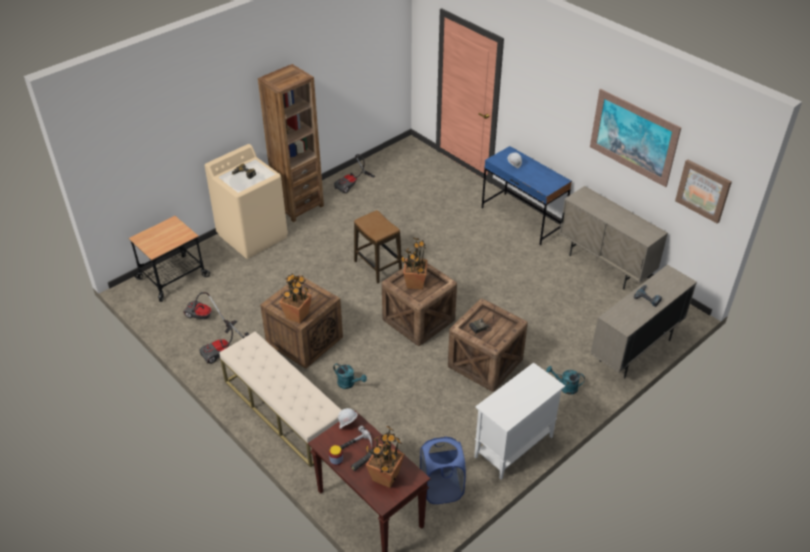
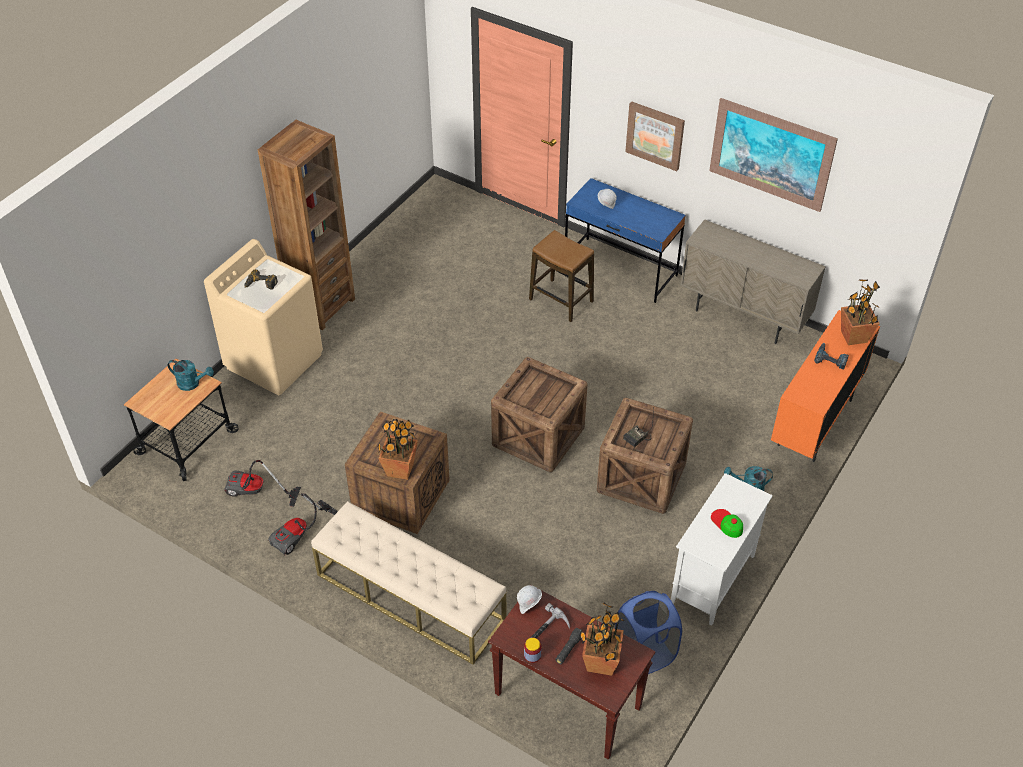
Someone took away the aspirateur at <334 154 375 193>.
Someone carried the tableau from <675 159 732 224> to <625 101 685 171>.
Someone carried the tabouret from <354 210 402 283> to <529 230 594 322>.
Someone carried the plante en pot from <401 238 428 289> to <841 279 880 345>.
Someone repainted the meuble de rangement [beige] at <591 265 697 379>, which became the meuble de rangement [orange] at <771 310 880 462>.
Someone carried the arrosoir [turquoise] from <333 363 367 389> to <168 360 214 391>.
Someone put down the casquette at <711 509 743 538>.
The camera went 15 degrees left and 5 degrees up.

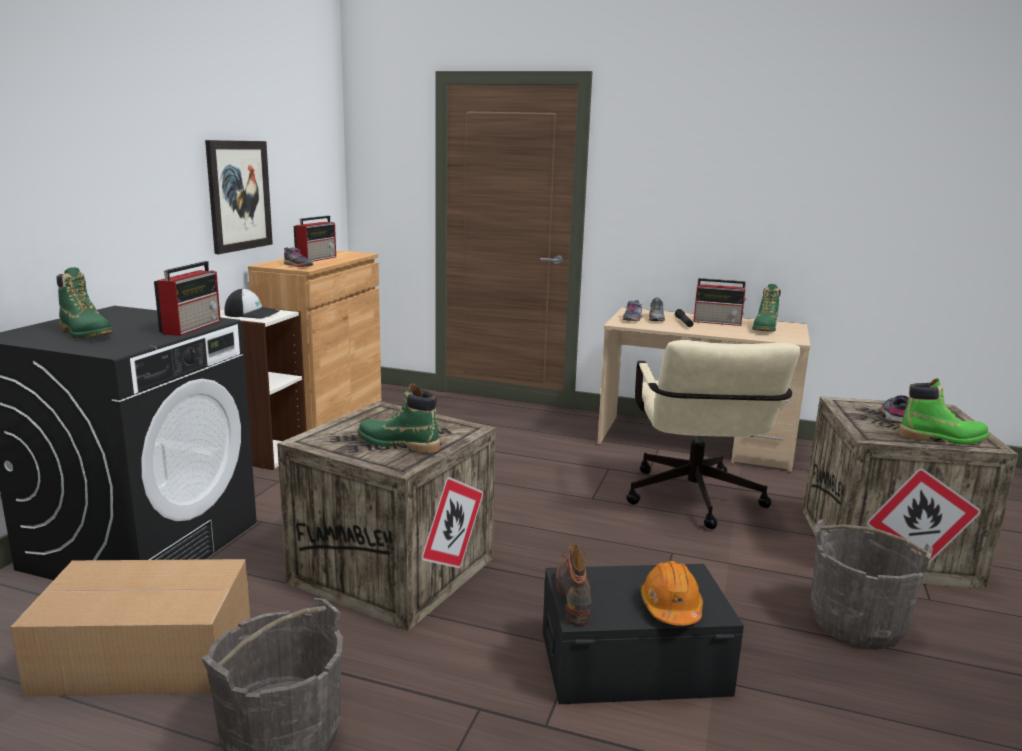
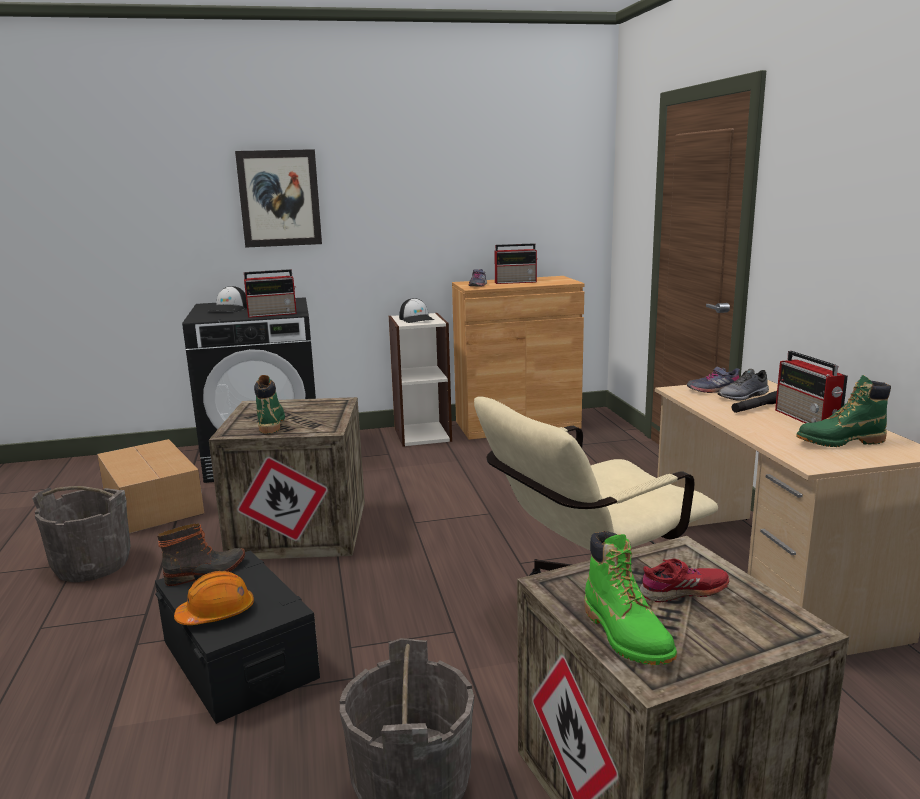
Someone carried the tableau from <205 140 273 254> to <235 149 322 248>.
Someone swapped the botte [vert] at <56 267 113 339> for the casquette at <208 286 247 312>.
Someone repainted the chaussure [gris] at <881 395 909 423>, which became the chaussure [rouge] at <640 559 729 602>.
The camera went 60 degrees right and 0 degrees up.

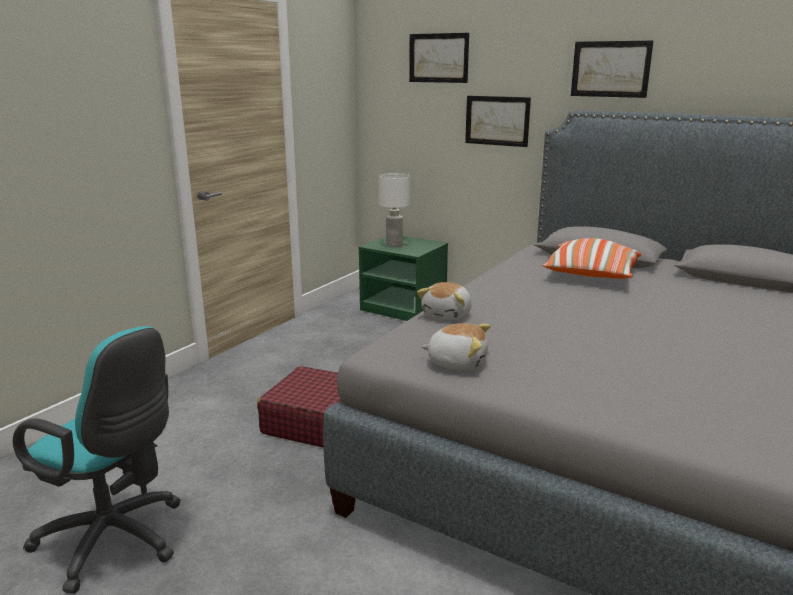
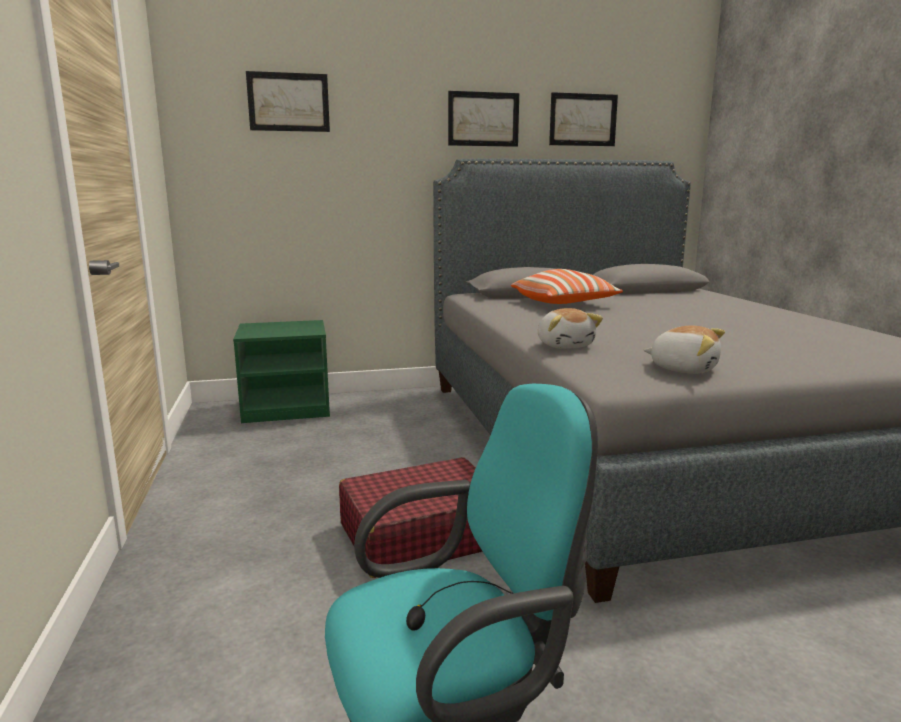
Someone carried the tableau from <465 96 531 147> to <549 92 618 146>.
Someone took away the lampe de table [blanc] at <379 173 410 247>.
Someone rotated the peluche at <421 323 491 371> by 60 degrees clockwise.
The camera went 45 degrees left and 5 degrees down.

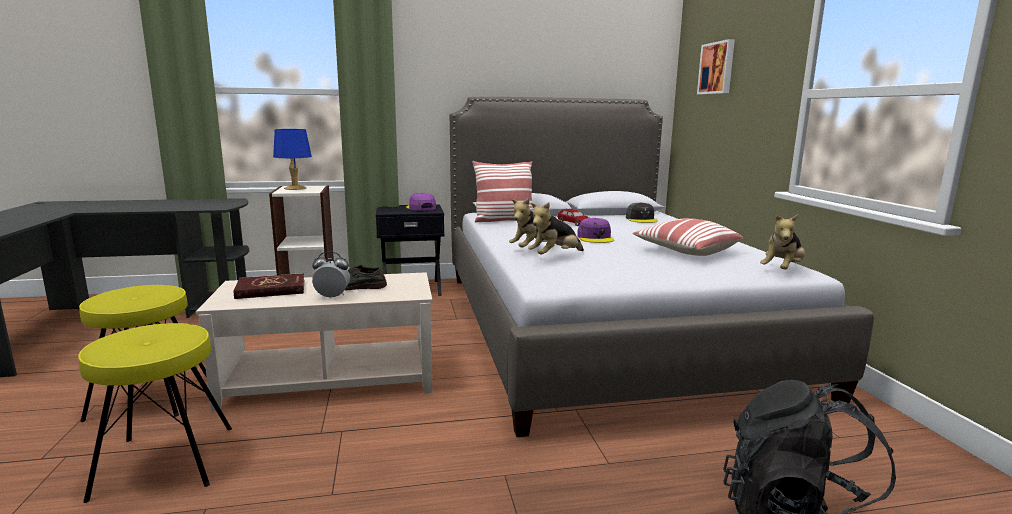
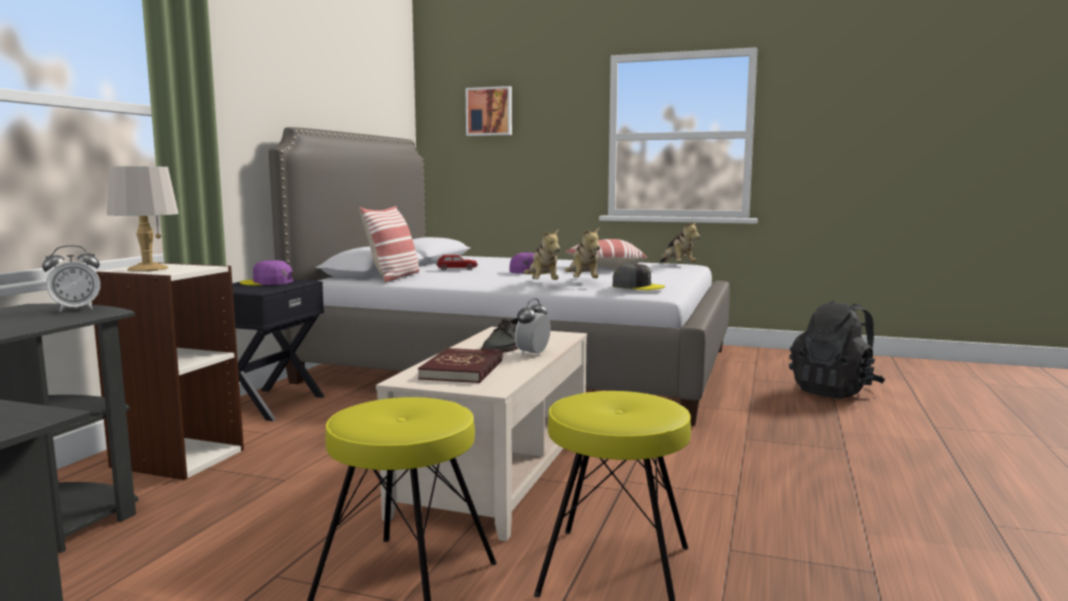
Someone repainted the lampe de table [bleu] at <273 129 312 190>, which became the lampe de table [gris] at <107 166 179 272>.
Someone carried the casquette [gris] from <626 202 658 223> to <612 263 665 290>.
Someone put down the réveil at <42 245 100 312>.
The camera went 60 degrees left and 5 degrees down.

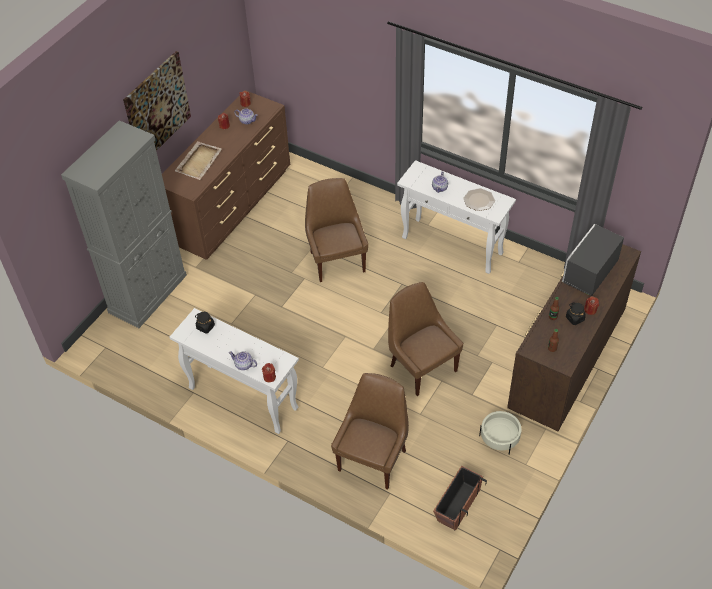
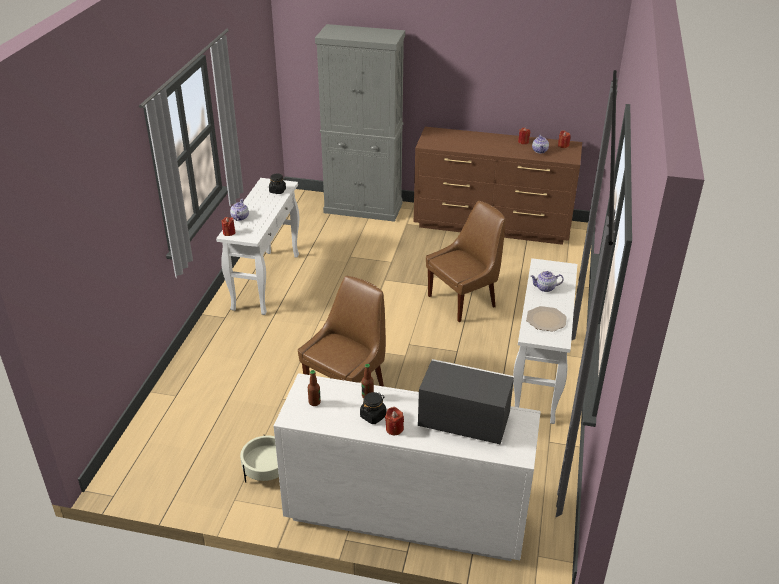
Someone took away the tableau at <123 51 191 151>.
Someone took away the plateau [beige] at <175 141 222 180>.
Someone repainted the commode [marron] at <507 244 641 431>, which became the commode [blanc] at <274 373 541 561>.
Someone took away the chaise [marron] at <331 373 409 490>.
Someone took away the cache-pot at <433 466 487 531>.
The camera went 70 degrees right and 15 degrees down.

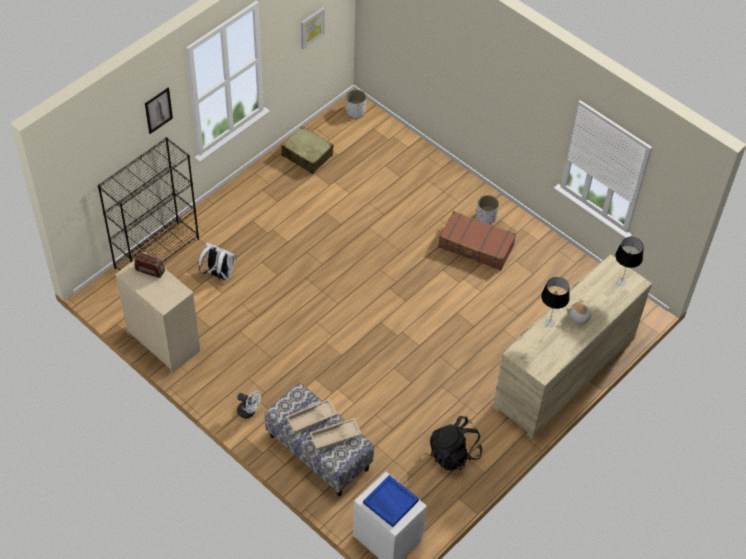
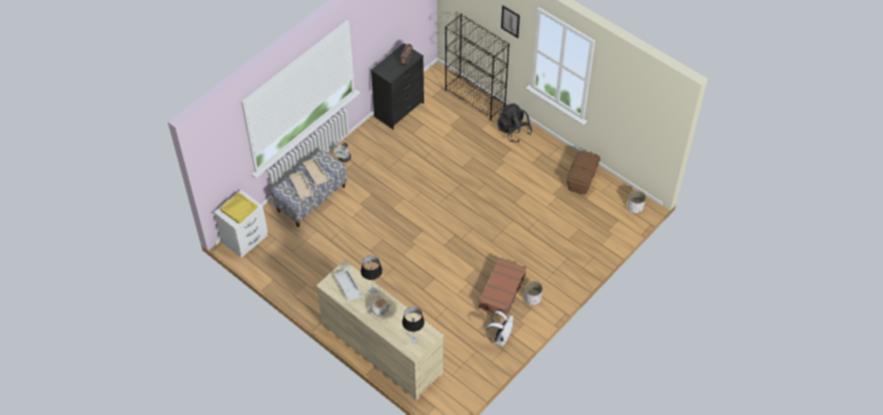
Someone took away the tableau at <301 7 325 49>.
Someone swapped the valise [beige] at <281 126 333 174> for the boîte de rangement [marron] at <566 151 600 194>.
Someone carried the sac à dos [blanc] from <199 243 237 281> to <485 311 513 346>.
Someone repainted the commode [beige] at <115 252 200 373>, which became the commode [noir] at <371 43 424 129>.
Someone carried the sac à dos [noir] from <430 416 482 471> to <497 103 532 142>.
Someone repainted the plateau [bleu] at <363 475 419 527>, which became the plateau [jaune] at <220 192 258 224>.
Someone put down the plateau [blanc] at <334 269 363 302>.
The camera went 90 degrees right and 0 degrees up.

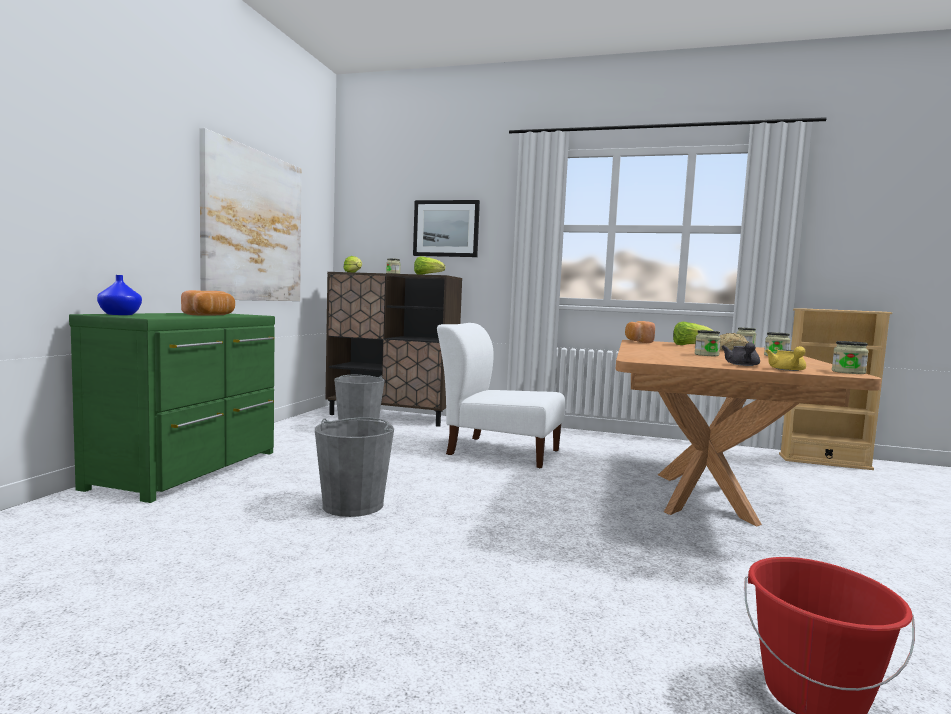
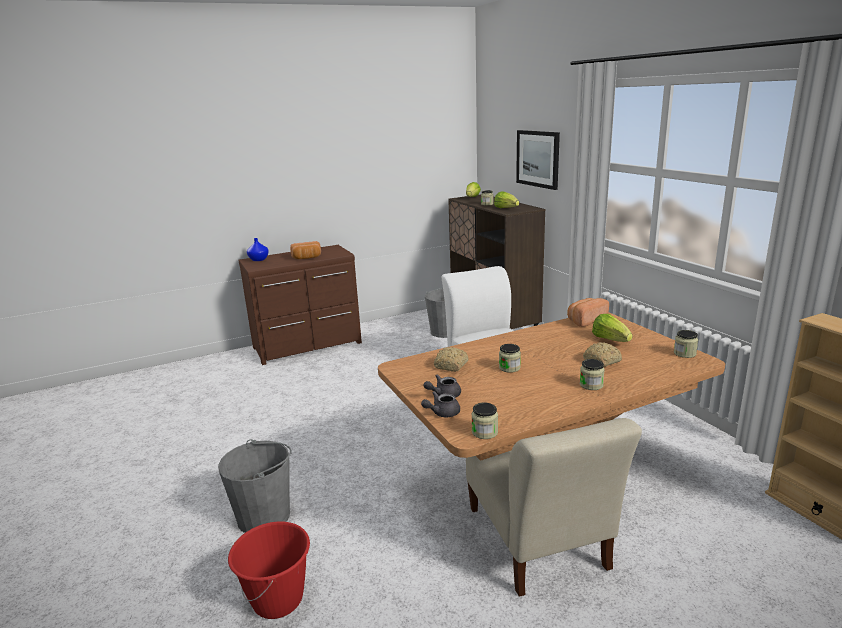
Someone took away the tableau at <199 128 302 301>.
Someone repainted the commode [vert] at <69 313 275 503>, which became the commode [marron] at <238 245 362 365>.
Someone repainted the théière [jaune] at <765 346 806 371>, which became the théière [gris] at <421 391 460 417>.
Someone carried the seau [gris] from <315 417 394 517> to <218 439 292 533>.
Someone put down the pain at <434 347 469 372>.
Someone put down the chaise [beige] at <466 418 642 597>.
The camera went 50 degrees right and 15 degrees up.

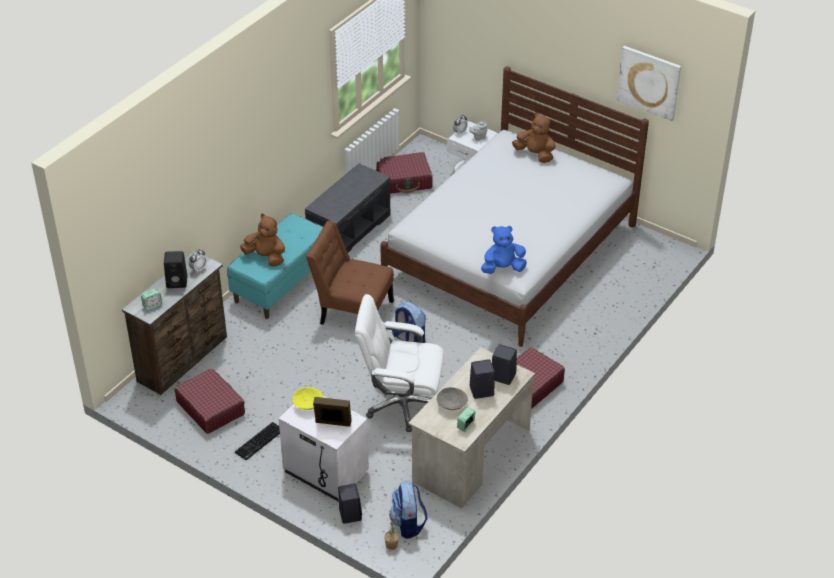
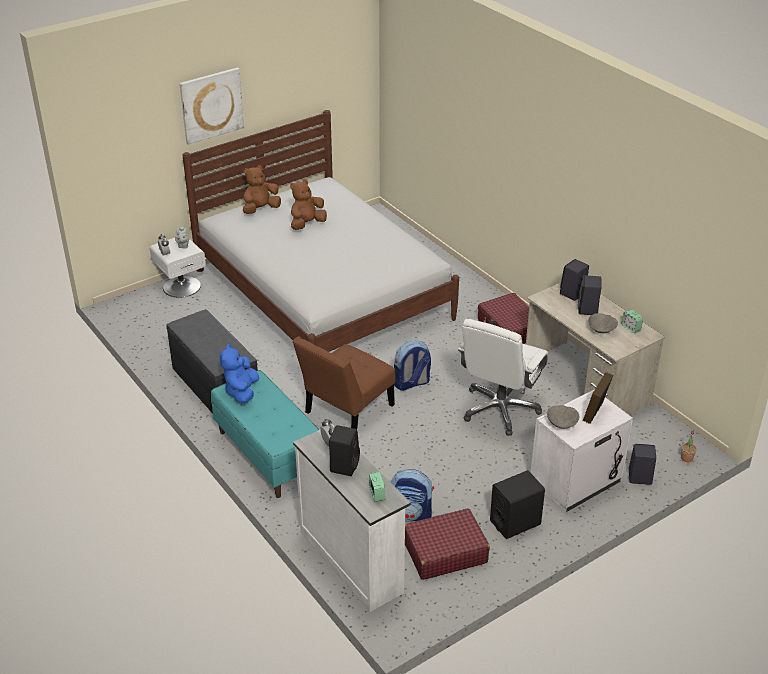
Someone carried the tableau from <617 46 681 121> to <179 68 244 145>.
Someone took away the valise [rouge] at <376 152 432 194>.
Someone carried the peluche [marron] from <240 214 285 266> to <290 179 327 230>.
Someone carried the peluche [bleu] from <481 226 527 274> to <219 344 259 404>.
Someone repainted the commode [marron] at <122 251 227 395>, which became the commode [blanc] at <293 430 411 612>.
Someone repainted the bol [jaune] at <292 387 323 410>, which became the bol [gris] at <547 405 580 429>.
Someone swapped the clavier at <235 422 280 460> for the enceinte [noir] at <490 470 545 539>.
Someone carried the sac à dos from <389 480 428 539> to <391 469 434 521>.
The camera went 70 degrees left and 5 degrees down.

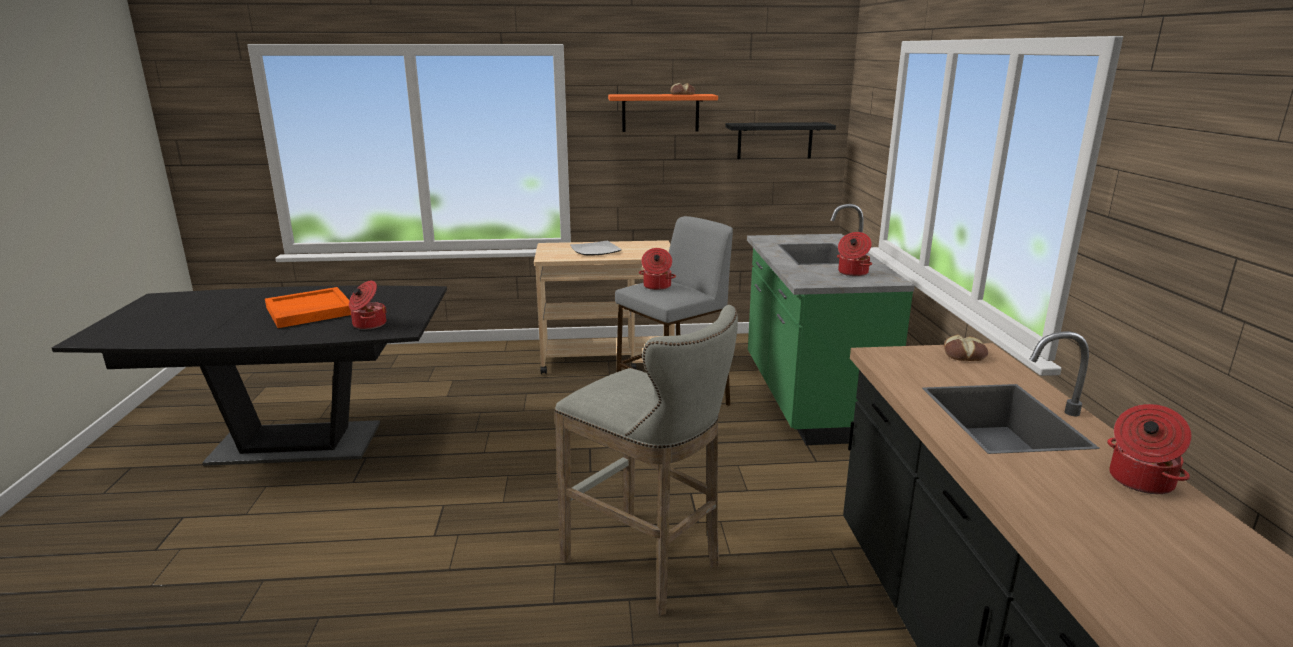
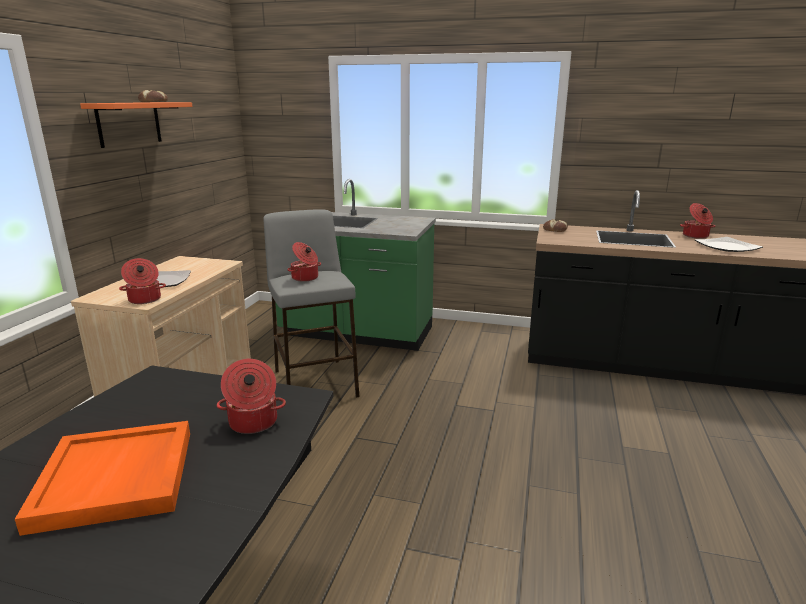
Someone took away the étagère [noir] at <726 122 836 159>.
Someone carried the marmite from <837 232 872 276> to <119 258 166 304>.
Someone took away the tabouret [gris] at <555 305 738 616>.
Someone put down the assiette at <695 237 763 252>.
The camera went 70 degrees left and 0 degrees up.

